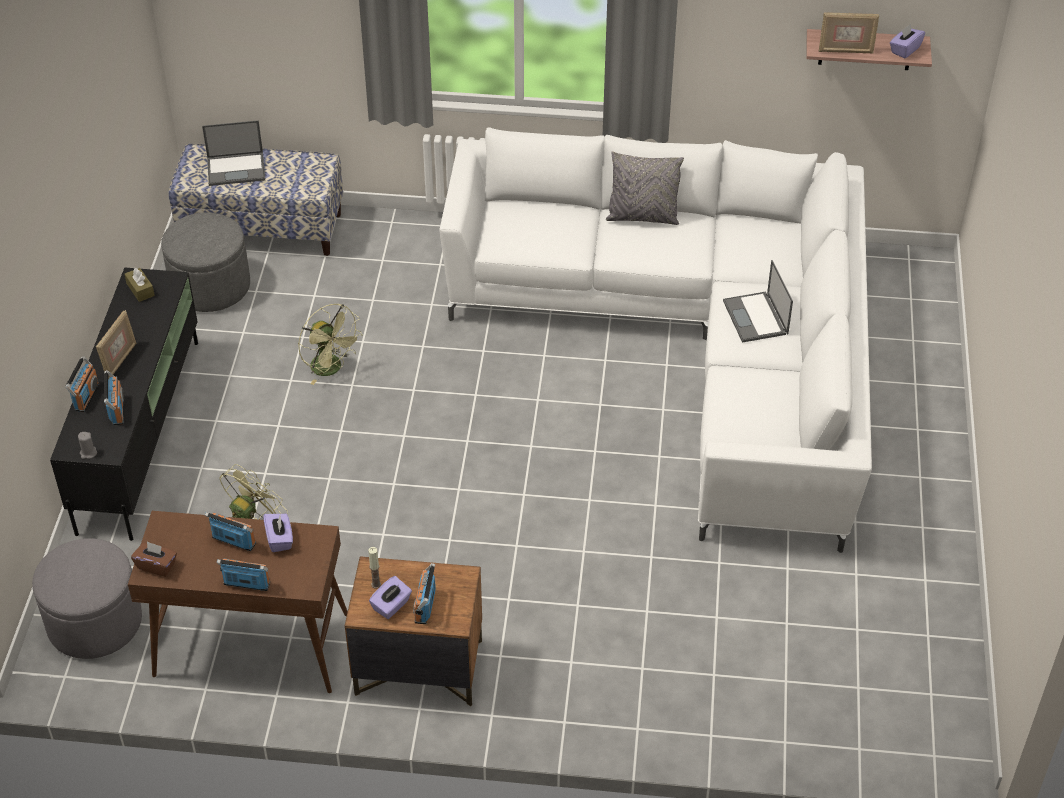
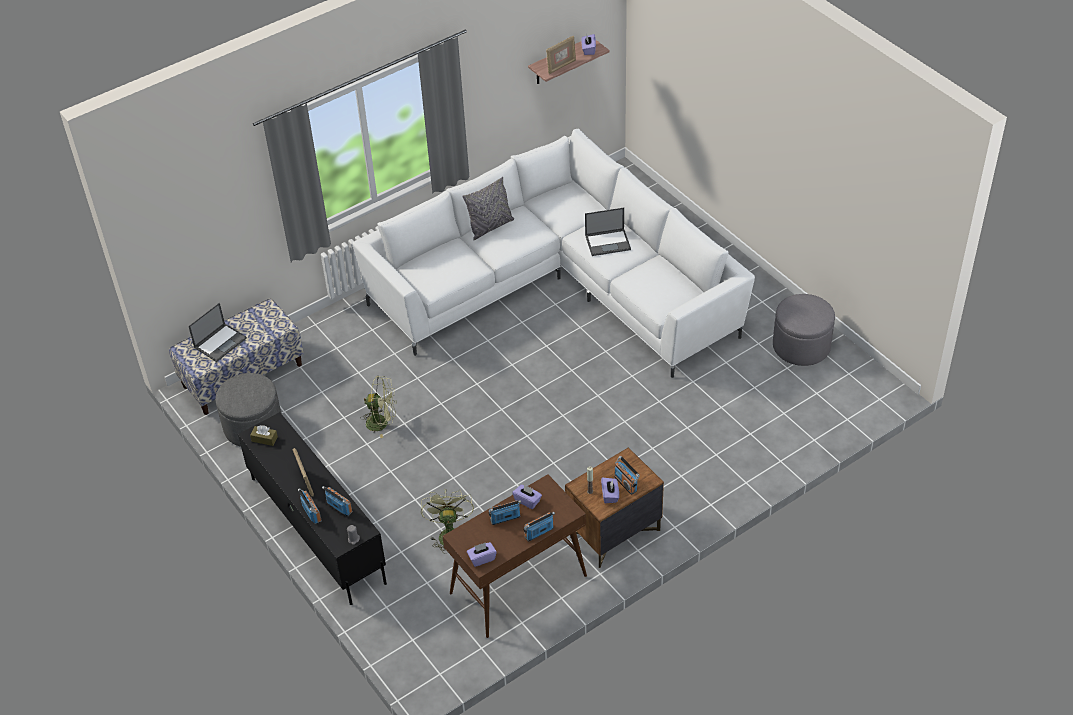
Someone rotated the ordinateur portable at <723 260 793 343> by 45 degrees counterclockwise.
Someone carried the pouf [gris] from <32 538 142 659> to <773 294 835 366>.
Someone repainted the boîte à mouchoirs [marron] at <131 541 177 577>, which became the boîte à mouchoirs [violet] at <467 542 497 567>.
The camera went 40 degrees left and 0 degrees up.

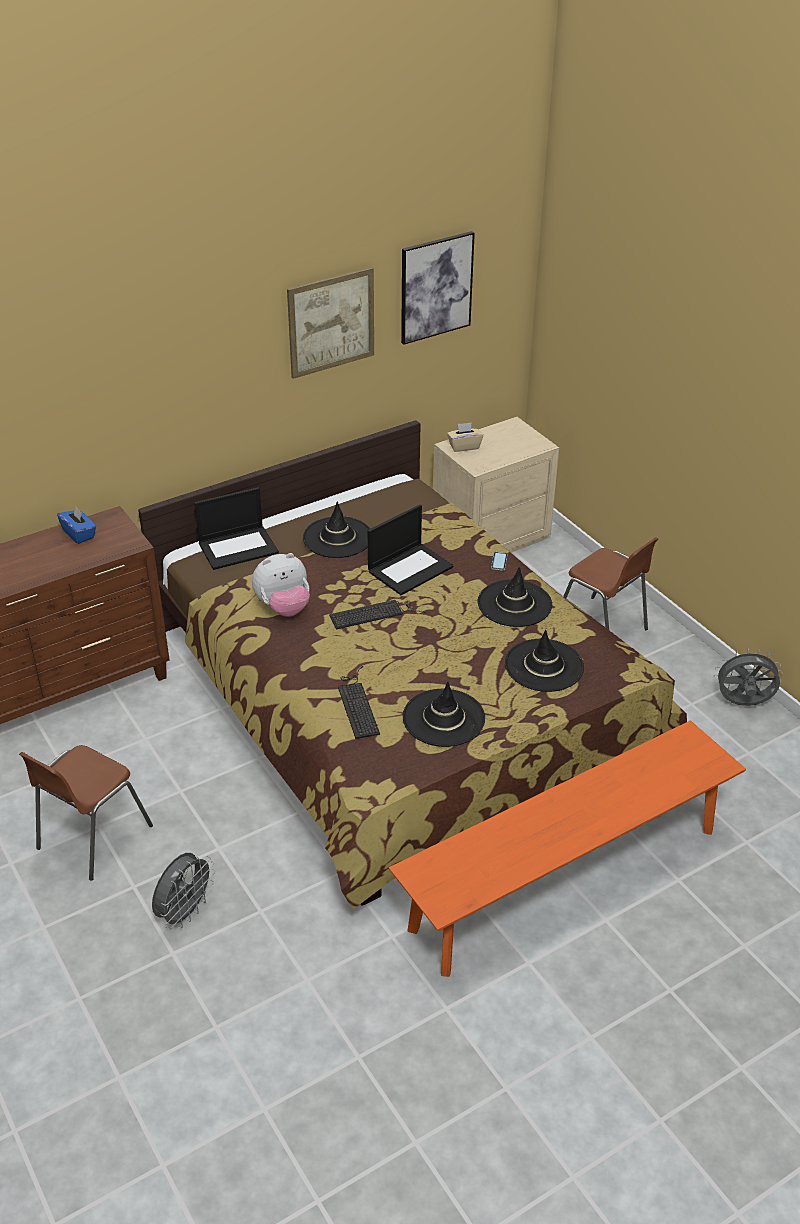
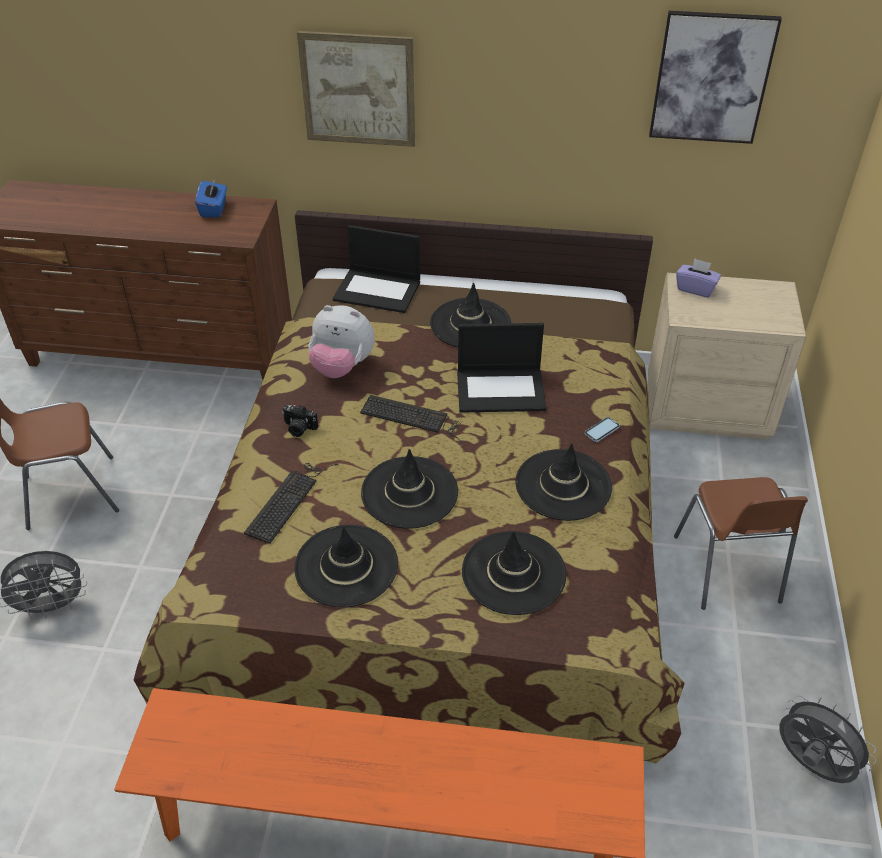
Someone carried the tableau from <287 267 374 379> to <297 31 415 147>.
Someone repainted the boîte à mouchoirs [beige] at <447 423 483 452>, which became the boîte à mouchoirs [violet] at <676 258 721 298>.
Someone put down the appareil photo at <282 405 318 437>.
Someone put down the chapeau [noir] at <361 449 458 529>.
The camera went 40 degrees right and 5 degrees up.

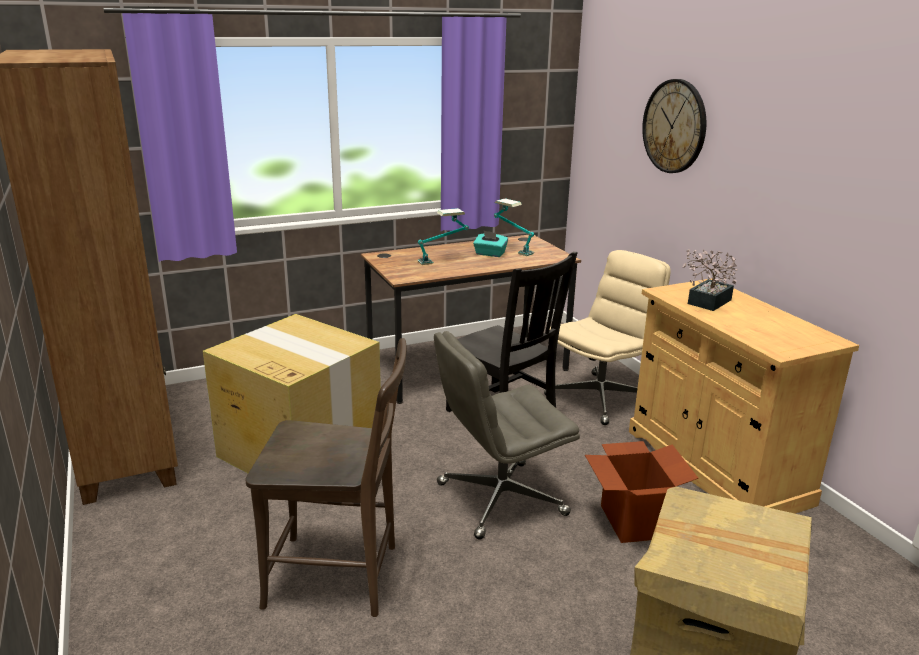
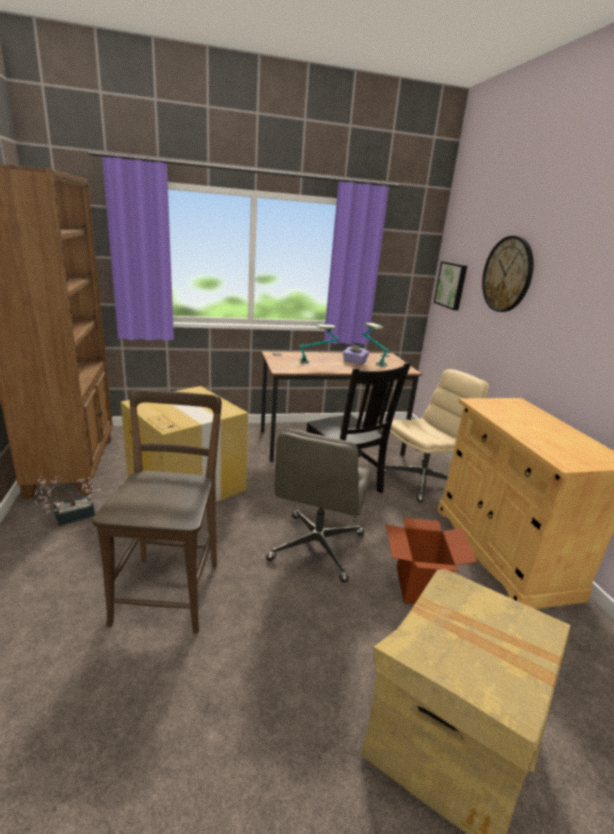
Someone repainted the boîte à mouchoirs [turquoise] at <473 230 508 257>, which became the boîte à mouchoirs [violet] at <343 344 369 365>.
Someone carried the plante en pot from <683 249 738 311> to <35 476 101 526>.
Someone rotated the chaise de bureau [gris] at <434 331 580 540> by 60 degrees counterclockwise.
Someone rotated the chaise [marron] at <245 338 406 617> by 105 degrees counterclockwise.
Someone put up the tableau at <434 261 467 310>.
The camera went 10 degrees right and 0 degrees up.

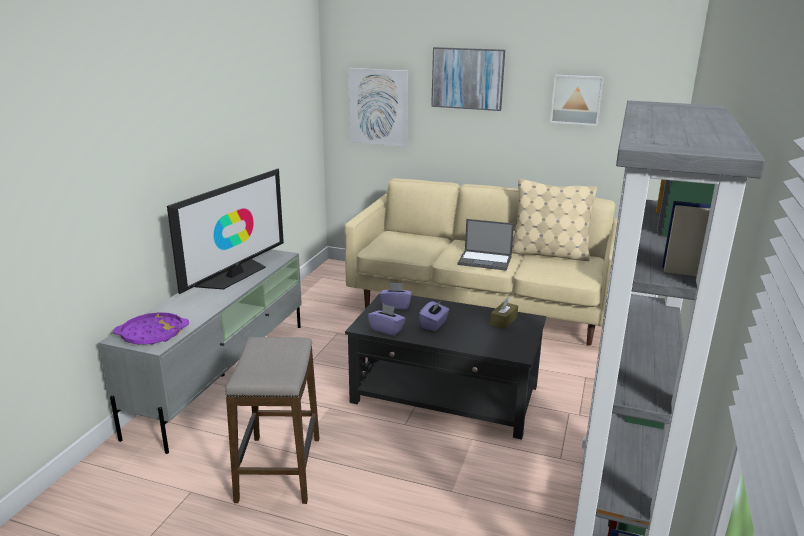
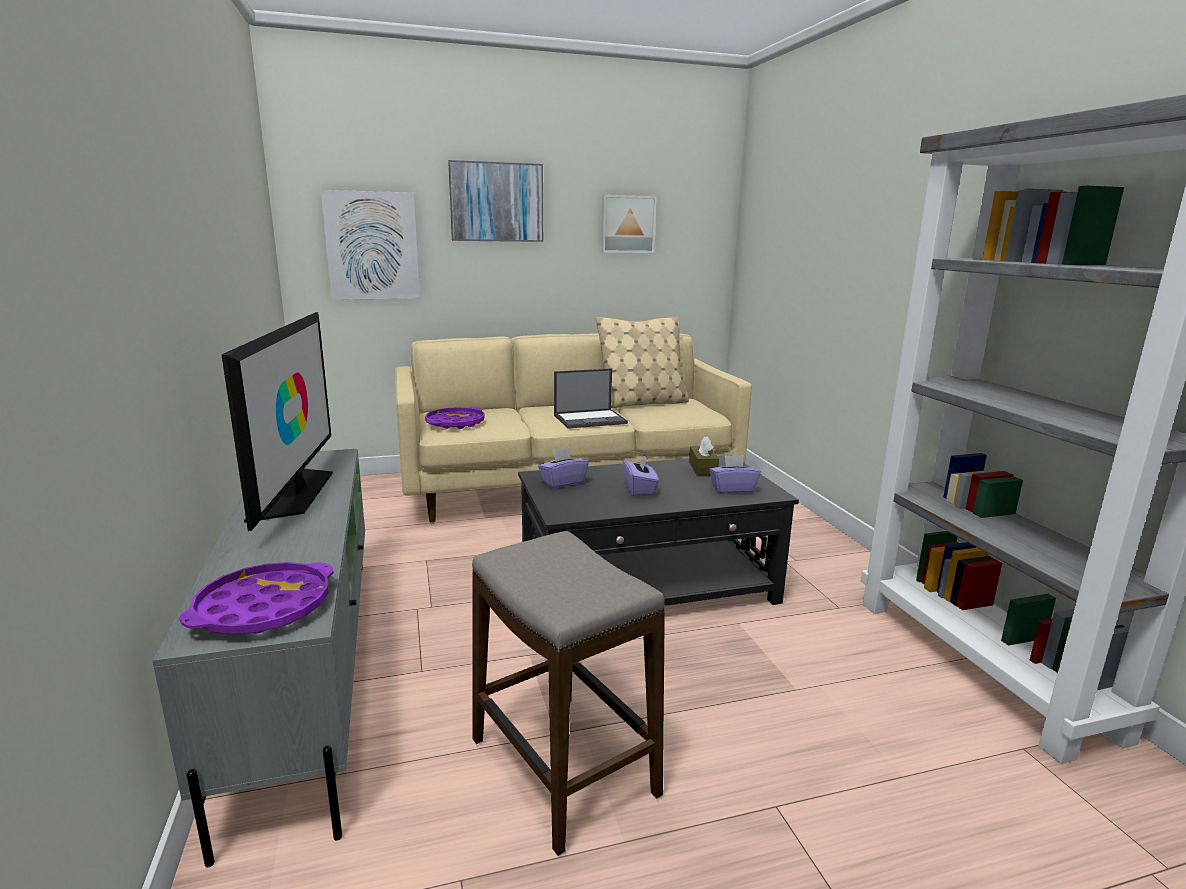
Someone carried the boîte à mouchoirs [violet] from <368 304 406 336> to <709 455 761 494>.
Someone put down the plateau [violet] at <425 407 485 429>.
The camera went 35 degrees left and 5 degrees down.

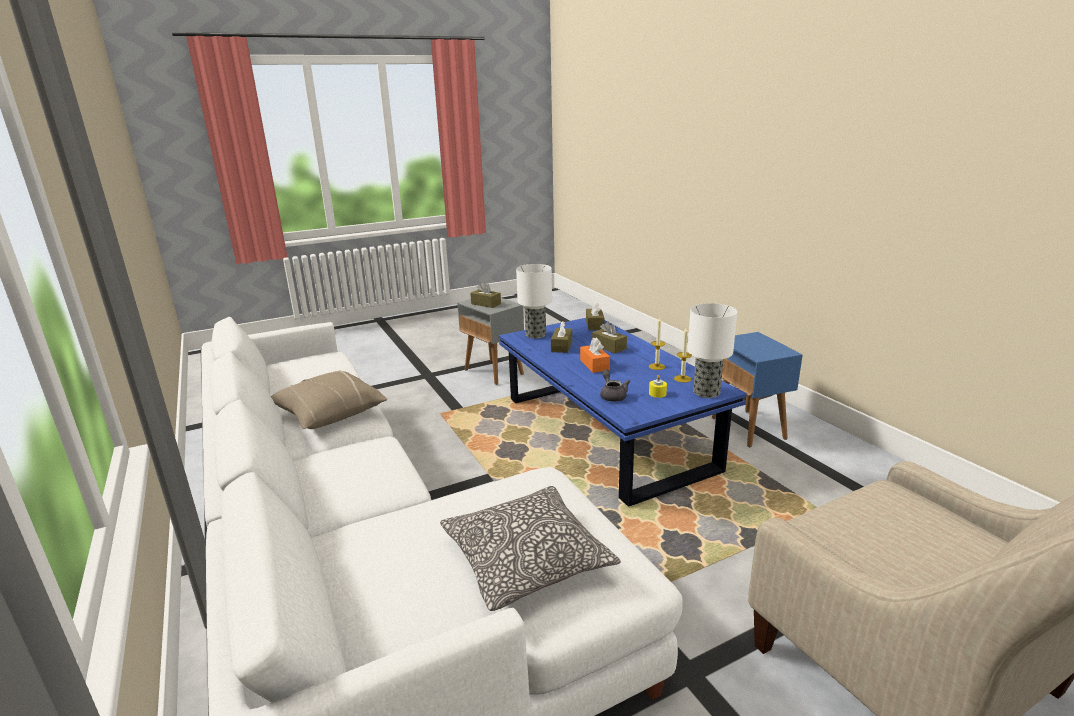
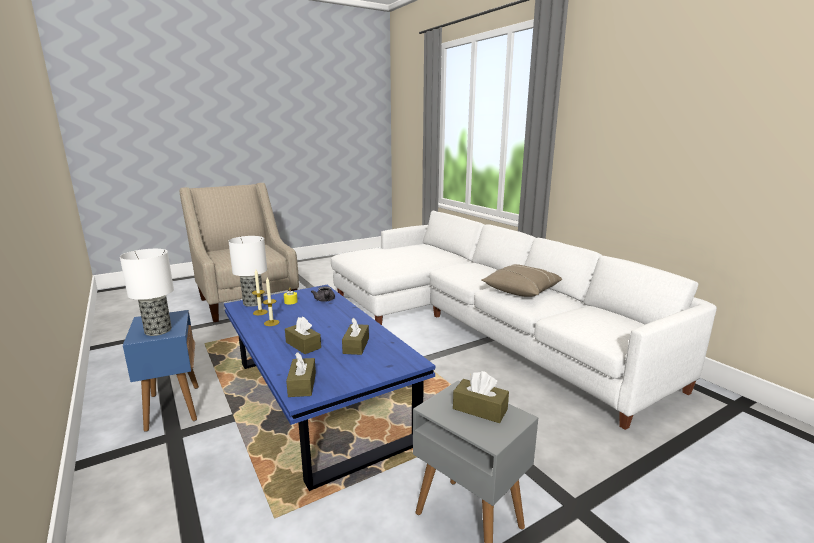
Someone carried the lampe de table from <516 264 552 339> to <120 249 174 336>.
Someone took away the boîte à mouchoirs [orange] at <580 338 610 373>.
Someone took away the coussin at <440 486 621 611>.
The camera went 175 degrees right and 5 degrees down.

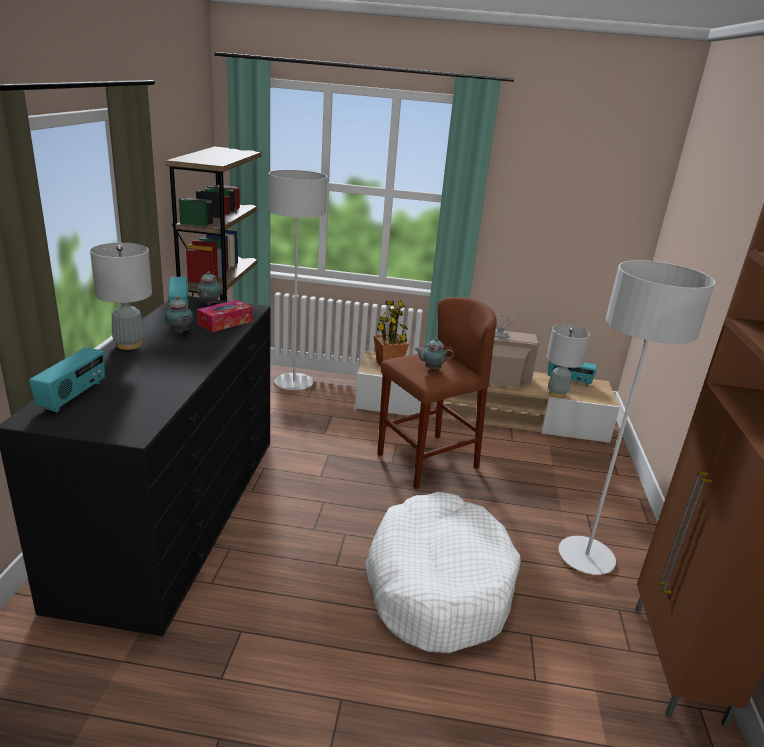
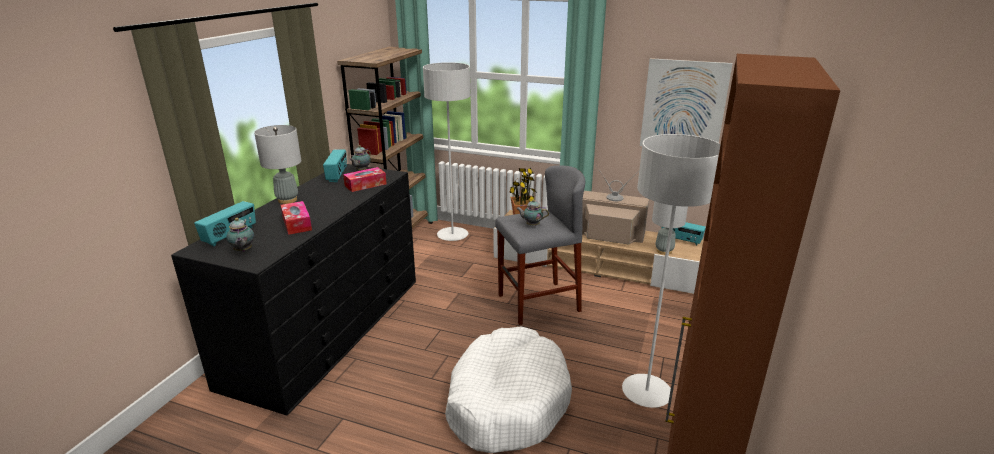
Someone carried the théière from <165 296 193 333> to <226 218 254 252>.
Someone repainted the tabouret [marron] at <377 297 497 489>, which became the tabouret [gris] at <495 165 585 325>.
Someone put up the tableau at <640 58 733 146>.
Someone put down the boîte à mouchoirs at <281 201 312 235>.
The camera went 15 degrees right and 0 degrees up.

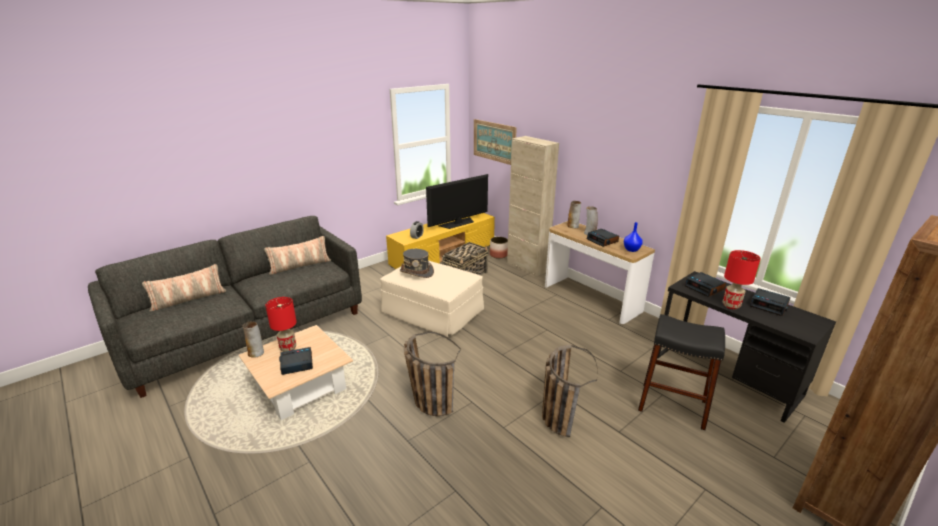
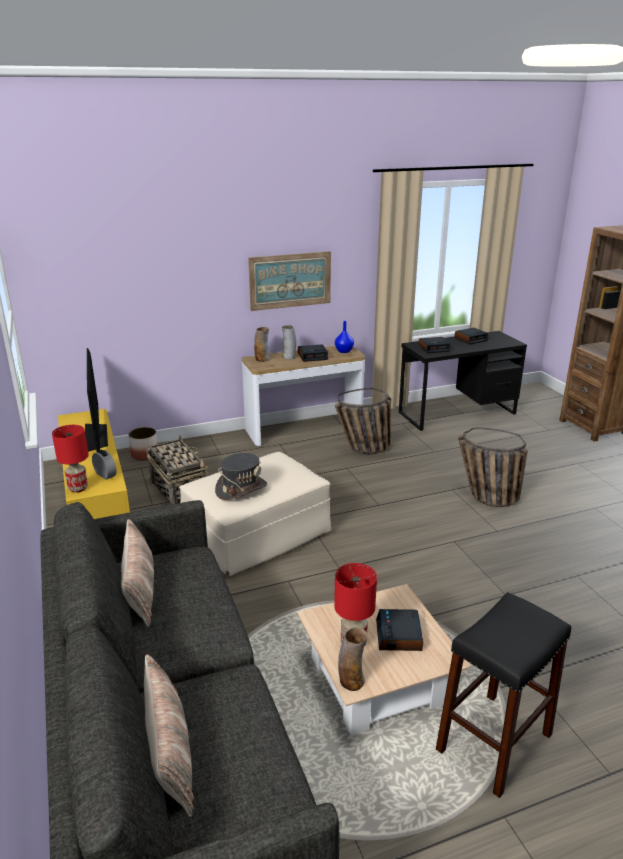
Someone carried the tableau from <474 119 517 165> to <248 251 331 311>.
Someone took away the meuble de rangement [beige] at <507 136 559 277>.
Someone carried the lampe de table [rouge] from <723 250 761 309> to <52 425 89 493>.
Someone carried the tabouret [noir] from <638 314 725 430> to <436 592 571 798>.
Someone carried the panier from <403 331 461 416> to <335 388 391 454>.
The camera went 70 degrees left and 0 degrees up.

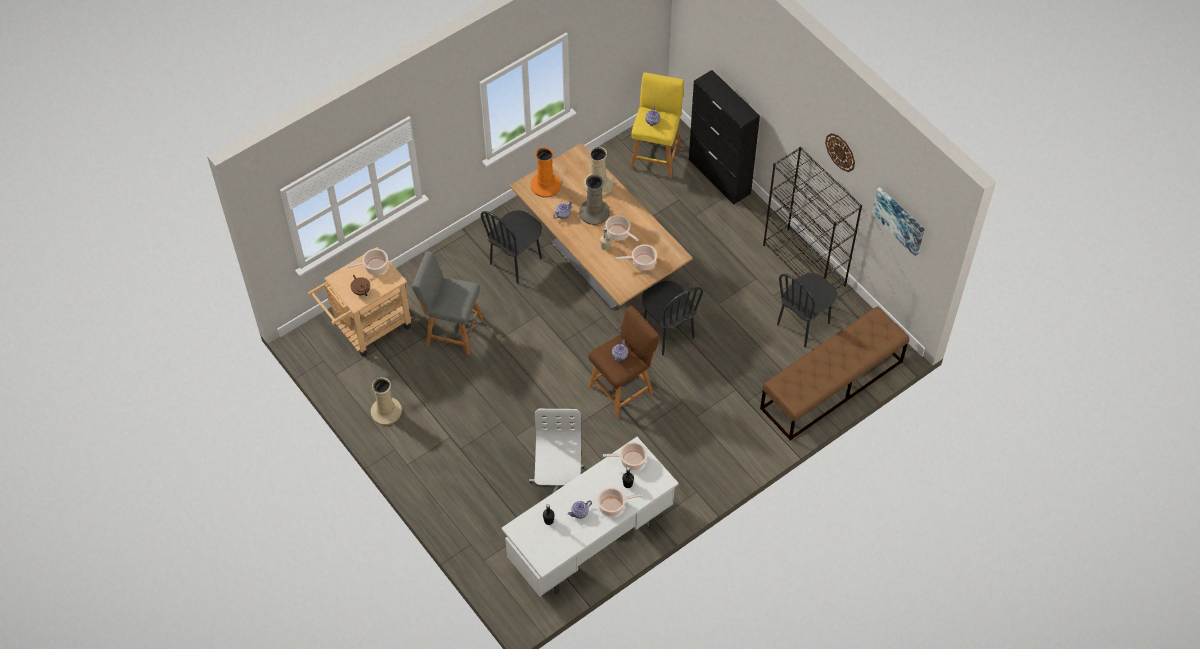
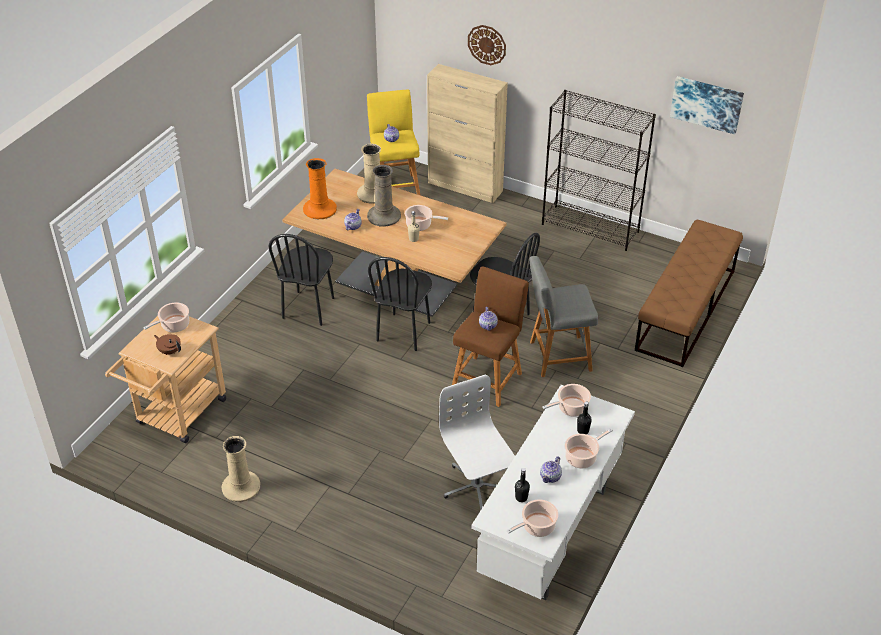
Someone repainted the meuble de rangement [noir] at <689 70 760 204>, which became the meuble de rangement [beige] at <427 64 508 203>.
Someone carried the horloge murale from <825 133 855 172> to <468 25 506 65>.
Someone carried the marmite from <616 244 657 271> to <507 499 558 537>.
Someone carried the tabouret [gris] from <412 251 483 355> to <530 256 598 377>.
Someone carried the chaise [noir] from <777 273 837 348> to <368 257 432 351>.
The camera went 25 degrees left and 15 degrees down.

